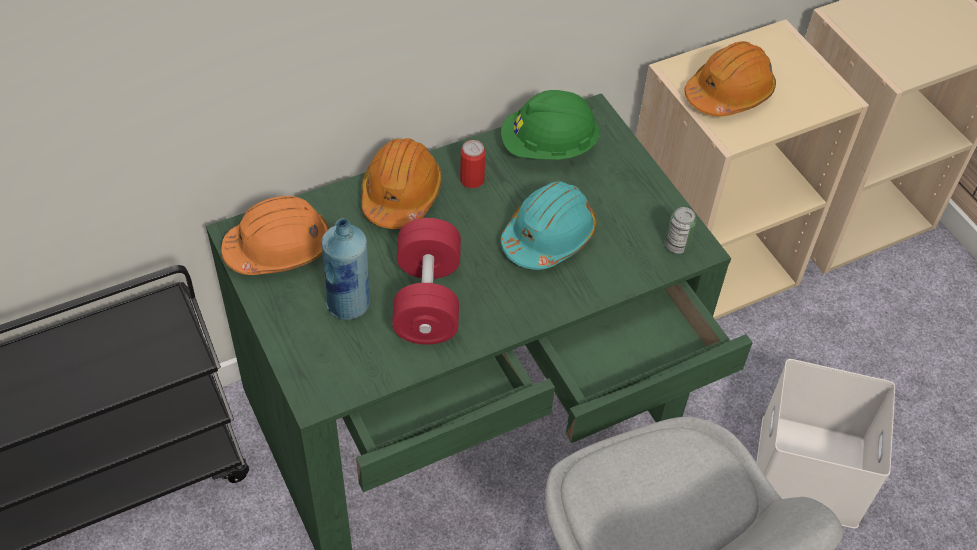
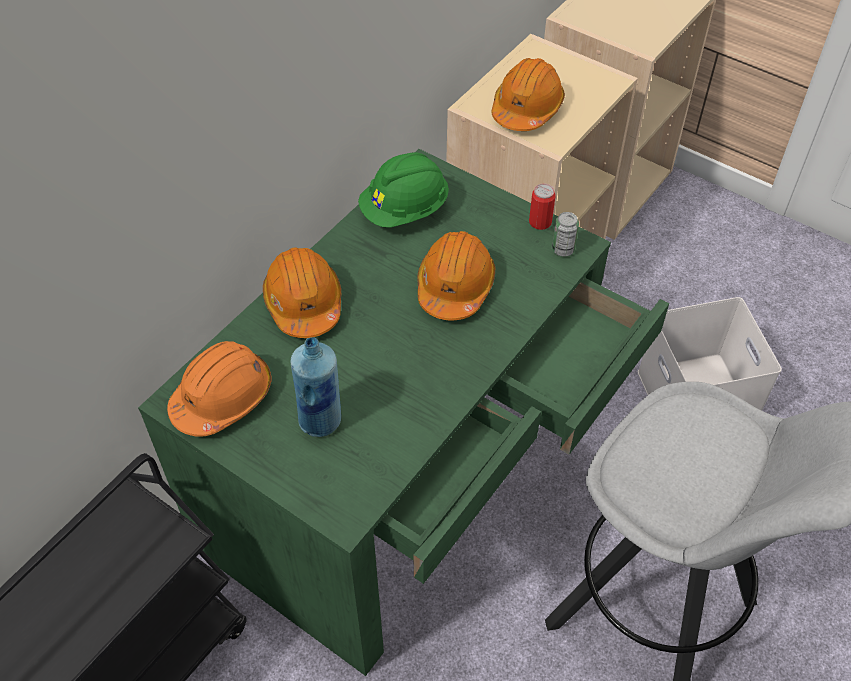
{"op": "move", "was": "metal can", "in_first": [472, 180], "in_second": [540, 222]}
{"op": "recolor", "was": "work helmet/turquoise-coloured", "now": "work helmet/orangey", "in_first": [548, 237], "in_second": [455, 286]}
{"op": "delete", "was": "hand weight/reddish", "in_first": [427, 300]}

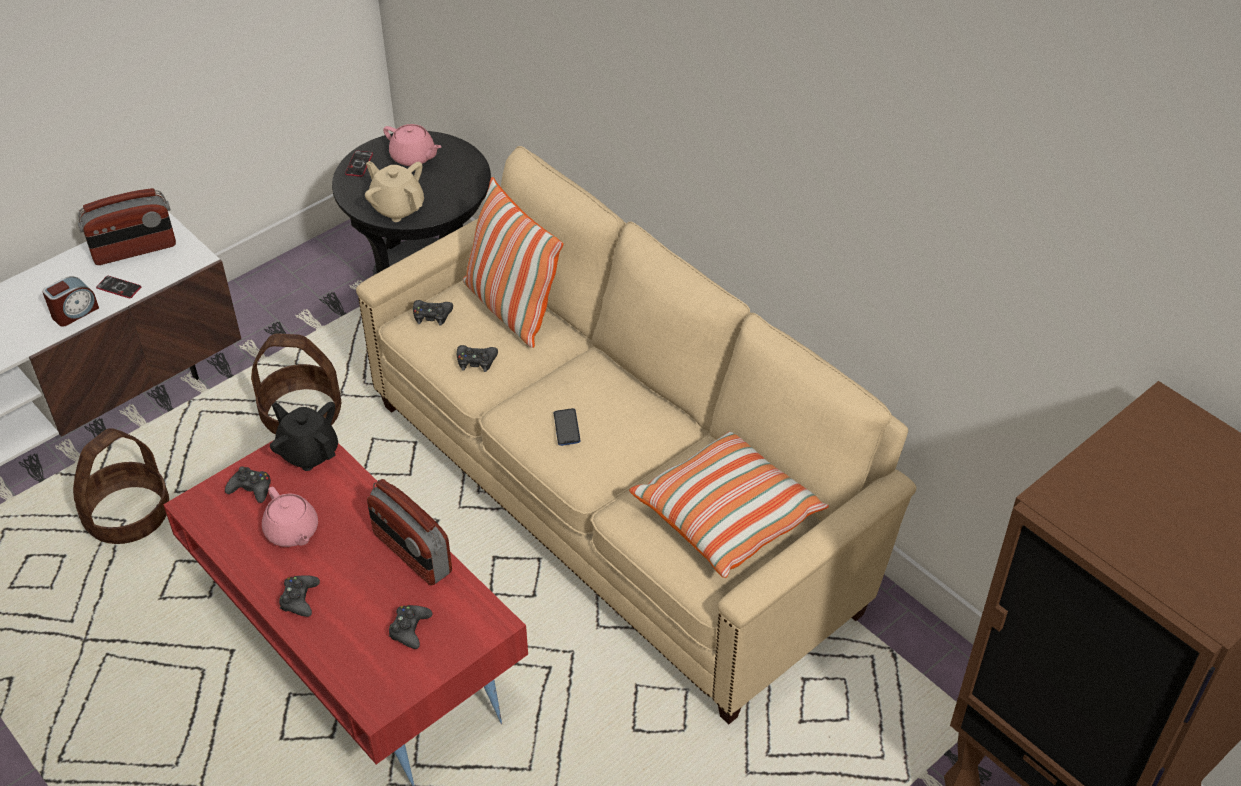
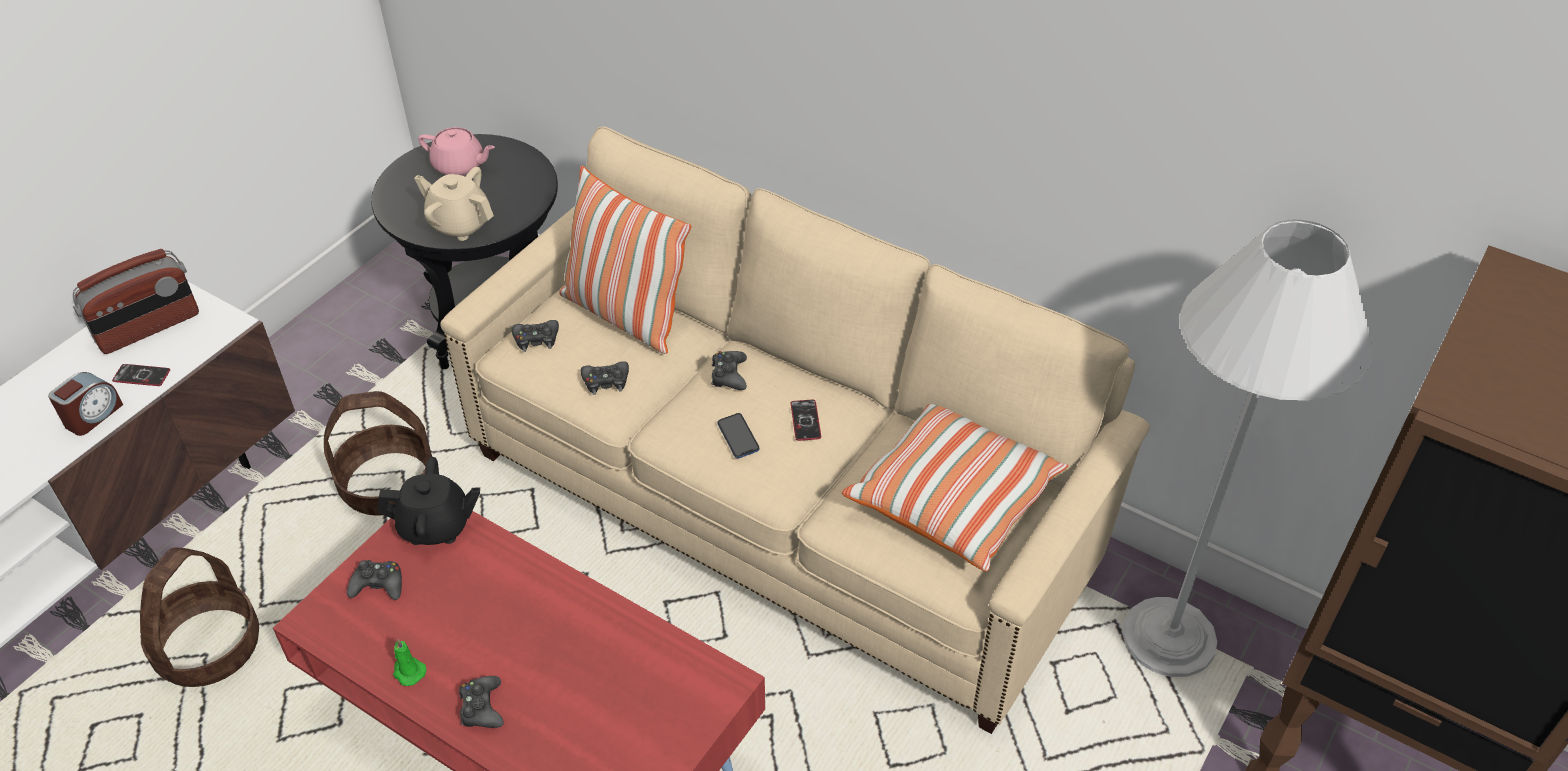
{"op": "move", "was": "handset", "in_first": [359, 164], "in_second": [805, 421]}
{"op": "rotate", "was": "pot for tea/blackish", "in_first": [309, 452], "in_second": [436, 526], "clockwise": 150}
{"op": "delete", "was": "radio set", "in_first": [411, 553]}
{"op": "delete", "was": "pot for tea/pinkish", "in_first": [292, 532]}
{"op": "move", "was": "game controller/blackish", "in_first": [410, 629], "in_second": [729, 375]}
{"op": "insert", "now": "standard lamp/white-coloured", "in_second": [1169, 638]}
{"op": "insert", "now": "wax candle/green-coloured", "in_second": [408, 671]}

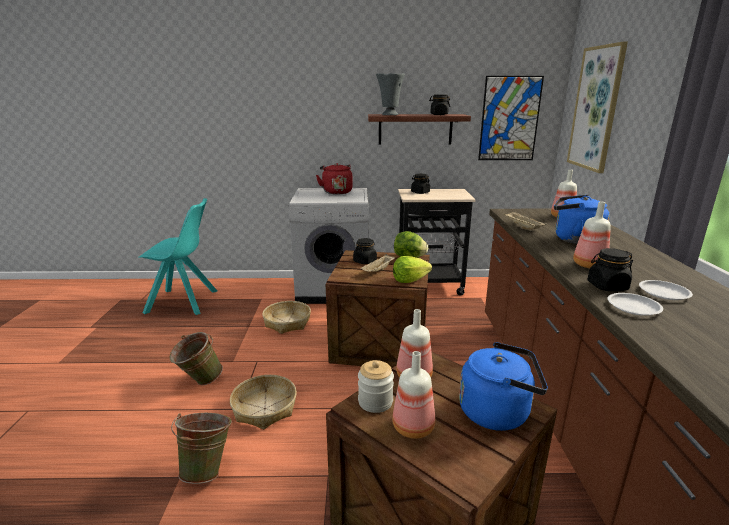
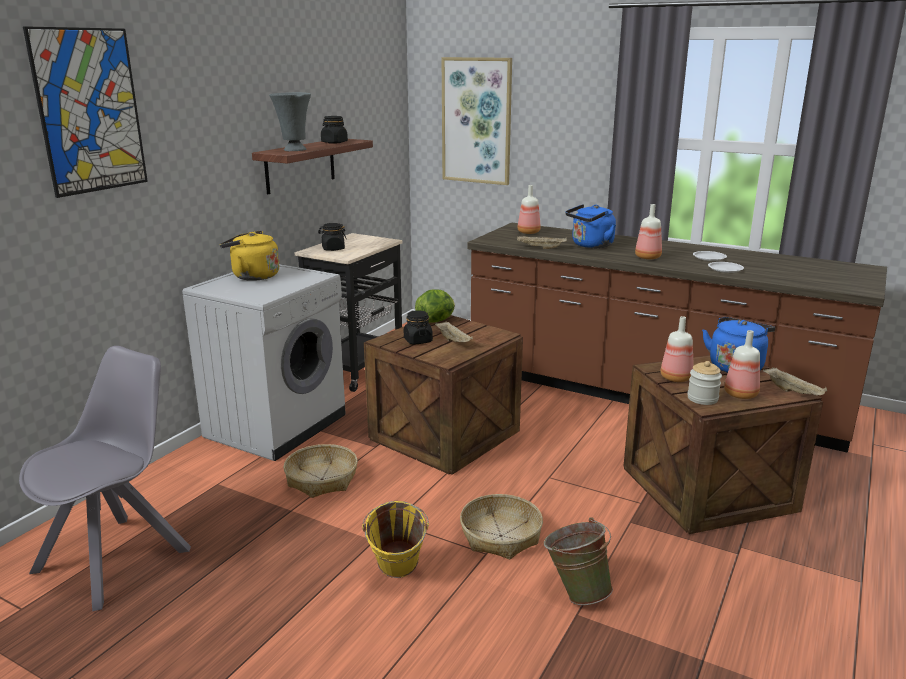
{"op": "move", "was": "wall picture", "in_first": [509, 119], "in_second": [90, 111]}
{"op": "recolor", "was": "water kettle/reddish", "now": "water kettle/yellow-coloured", "in_first": [336, 192], "in_second": [252, 276]}
{"op": "recolor", "was": "upright chair/turquoise-coloured", "now": "upright chair/gray", "in_first": [184, 302], "in_second": [116, 558]}
{"op": "delete", "was": "jar/blackish", "in_first": [607, 286]}
{"op": "delete", "was": "lettuce", "in_first": [410, 280]}
{"op": "recolor", "was": "water bucket/green-coloured", "now": "water bucket/yellow-coloured", "in_first": [199, 381], "in_second": [397, 576]}
{"op": "insert", "now": "serving tray/beige", "in_second": [793, 392]}

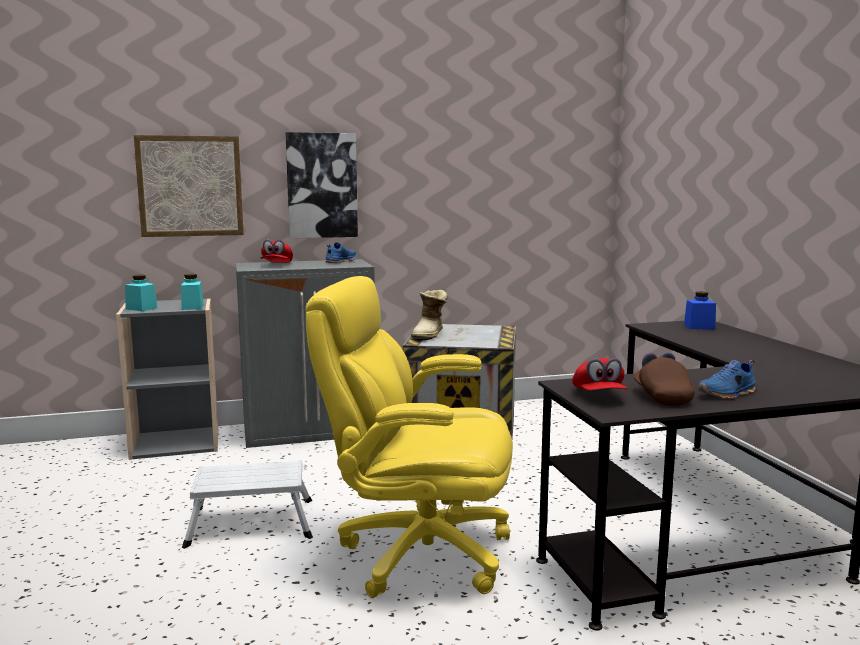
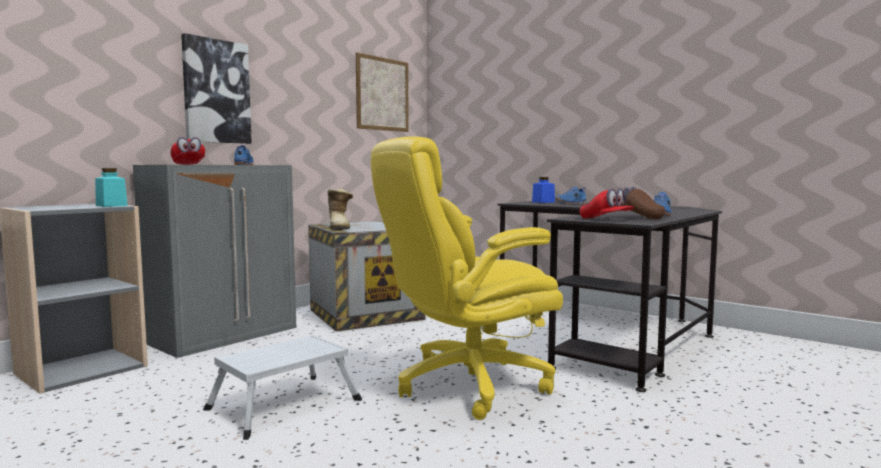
{"op": "move", "was": "wall picture", "in_first": [190, 185], "in_second": [382, 93]}
{"op": "delete", "was": "jar/turquoise-coloured", "in_first": [141, 308]}
{"op": "insert", "now": "shoe/bluish", "in_second": [571, 203]}

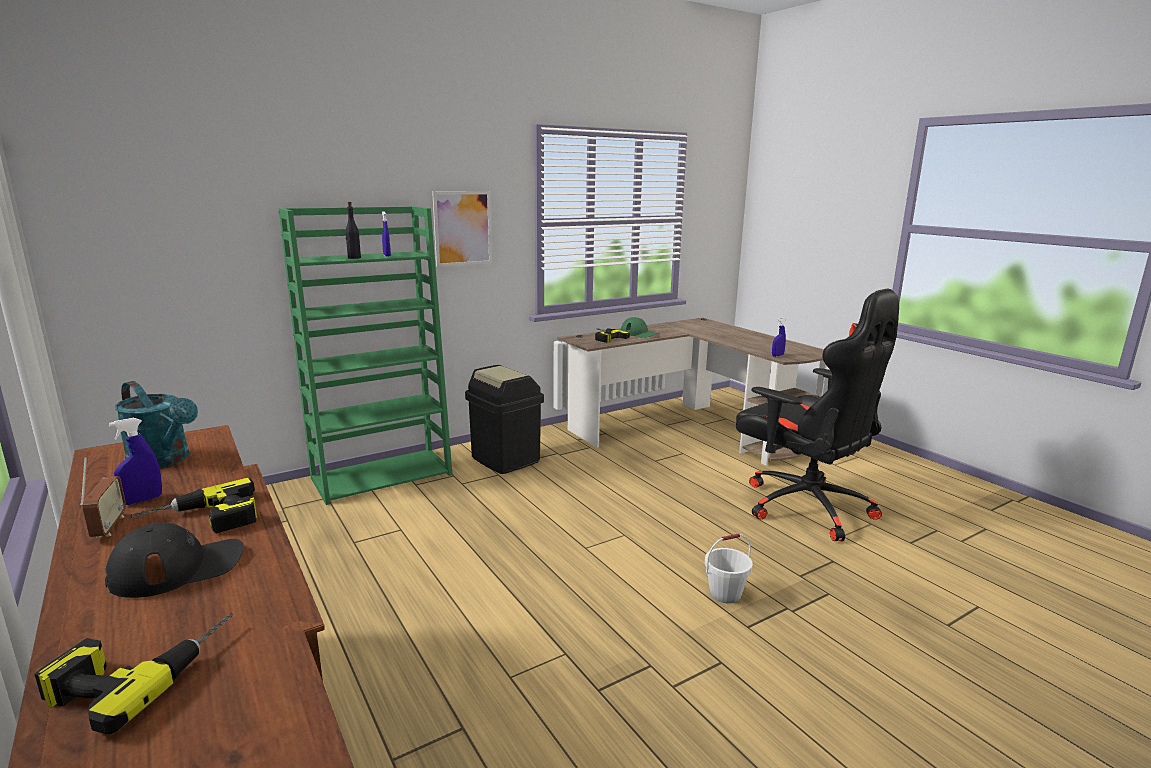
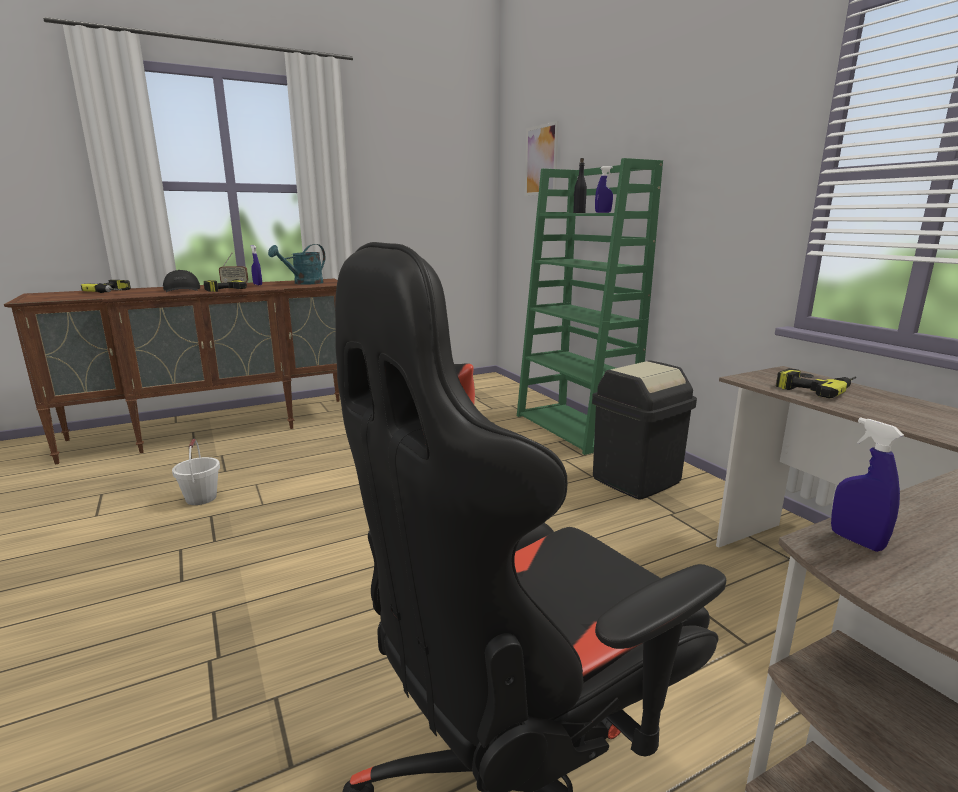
{"op": "move", "was": "wall picture", "in_first": [463, 228], "in_second": [541, 160]}
{"op": "delete", "was": "peaked cap/green-coloured", "in_first": [639, 333]}
{"op": "move", "was": "water bucket/white-coloured", "in_first": [725, 593], "in_second": [201, 498]}

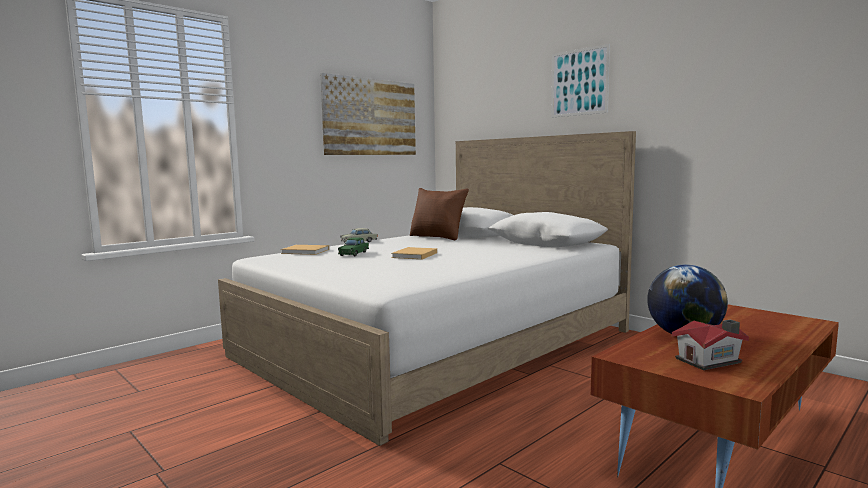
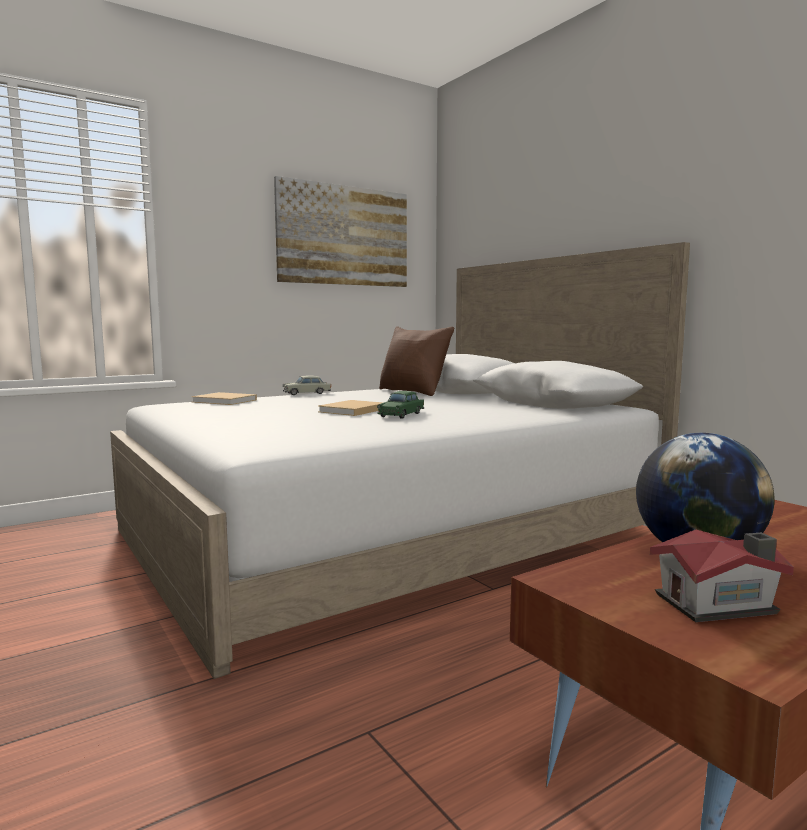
{"op": "delete", "was": "wall picture", "in_first": [579, 82]}
{"op": "move", "was": "miniature car/green-coloured", "in_first": [354, 253], "in_second": [402, 415]}

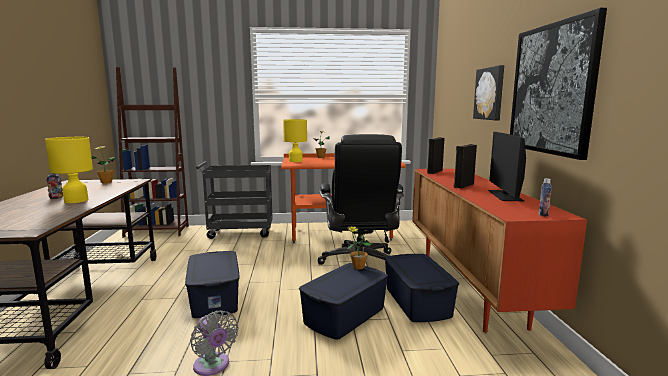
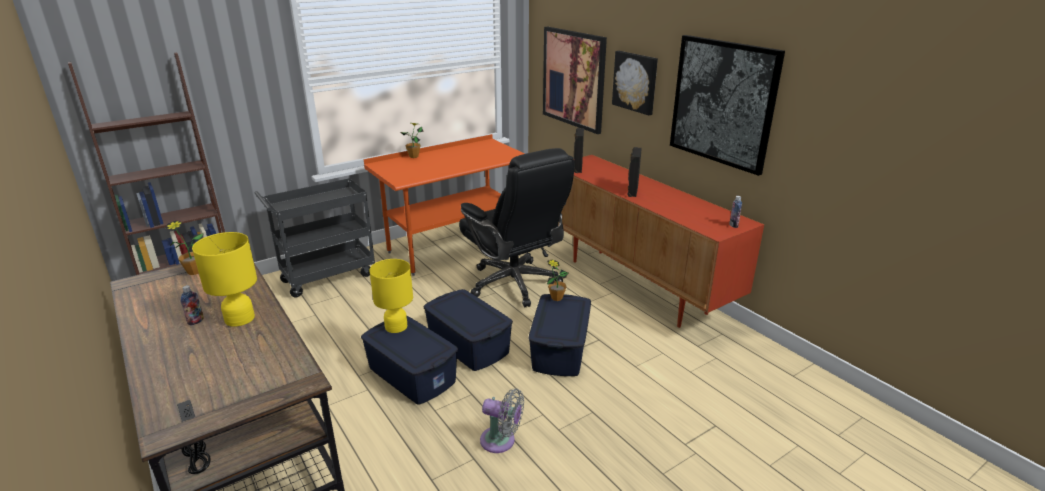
{"op": "move", "was": "tabletop lamp/yellow-coloured", "in_first": [296, 161], "in_second": [396, 326]}
{"op": "delete", "was": "monitor", "in_first": [505, 195]}
{"op": "move", "was": "storage box/bluish", "in_first": [417, 302], "in_second": [468, 345]}
{"op": "insert", "now": "wall picture", "in_second": [573, 78]}

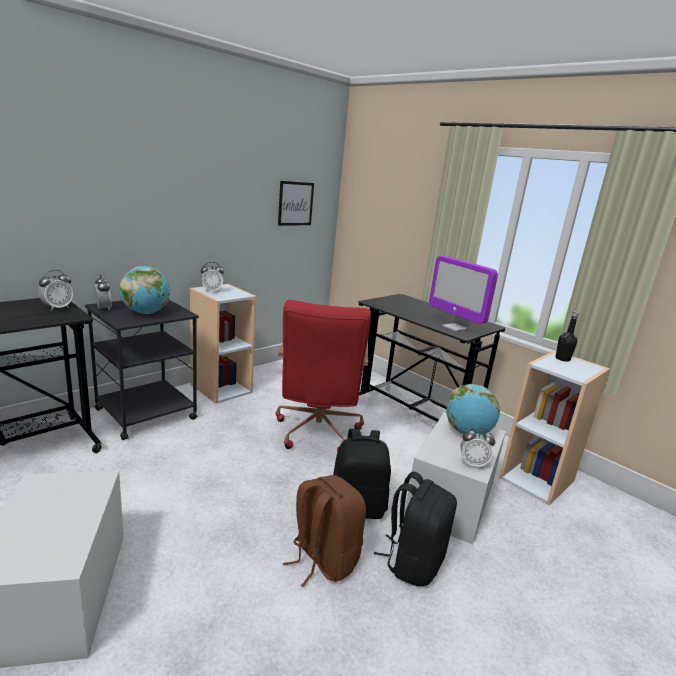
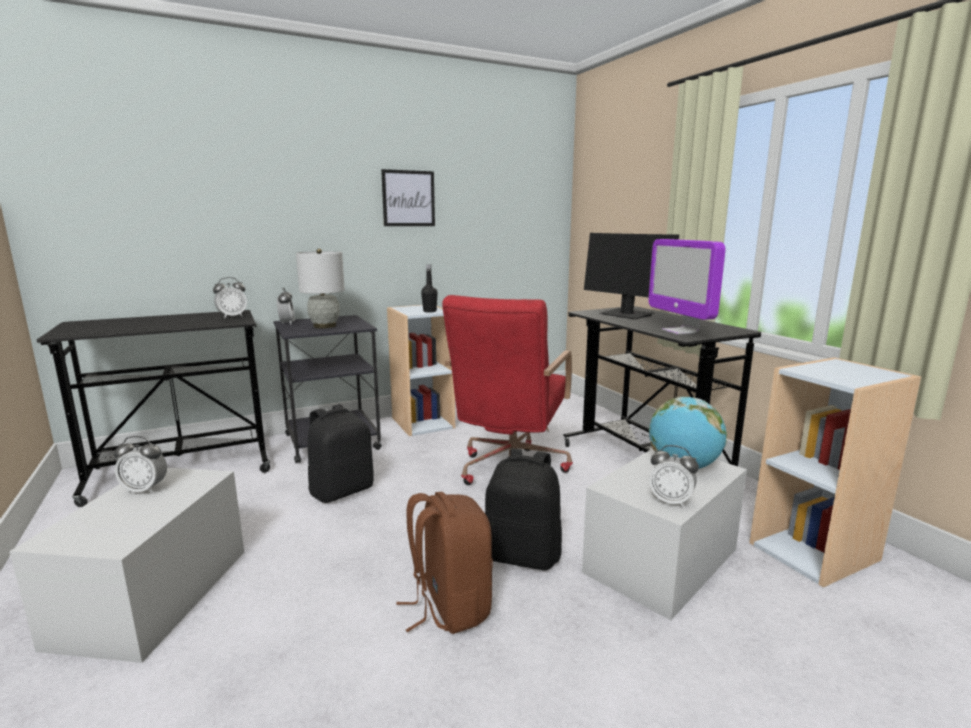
{"op": "move", "was": "wall picture", "in_first": [295, 203], "in_second": [408, 198]}
{"op": "move", "was": "alarm clock", "in_first": [212, 291], "in_second": [145, 489]}
{"op": "replace", "was": "globe", "now": "tabletop lamp/white-coloured", "in_first": [146, 312], "in_second": [325, 326]}
{"op": "move", "was": "bottle/blackish", "in_first": [562, 359], "in_second": [429, 311]}
{"op": "move", "was": "rucksack/blackish", "in_first": [413, 562], "in_second": [342, 490]}
{"op": "insert", "now": "monitor", "in_second": [626, 315]}

